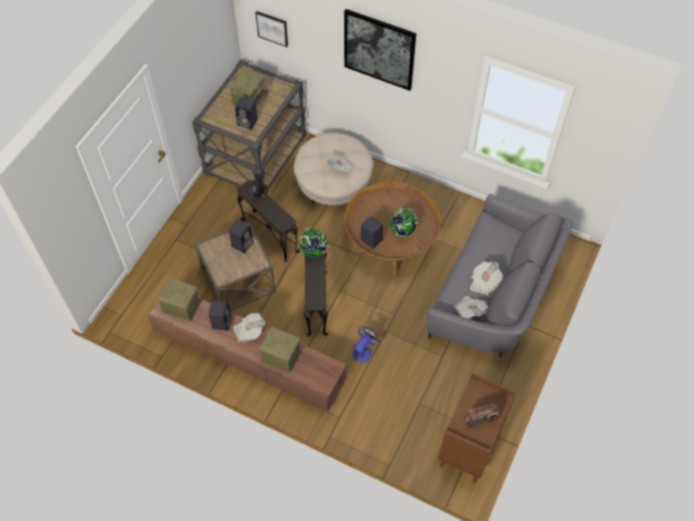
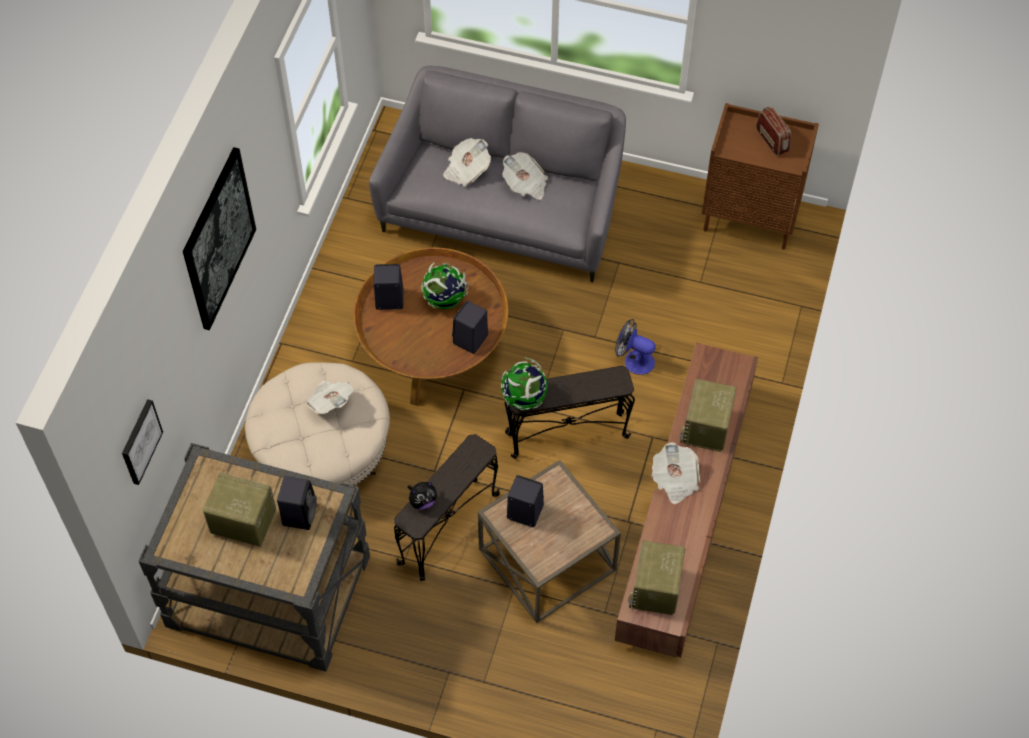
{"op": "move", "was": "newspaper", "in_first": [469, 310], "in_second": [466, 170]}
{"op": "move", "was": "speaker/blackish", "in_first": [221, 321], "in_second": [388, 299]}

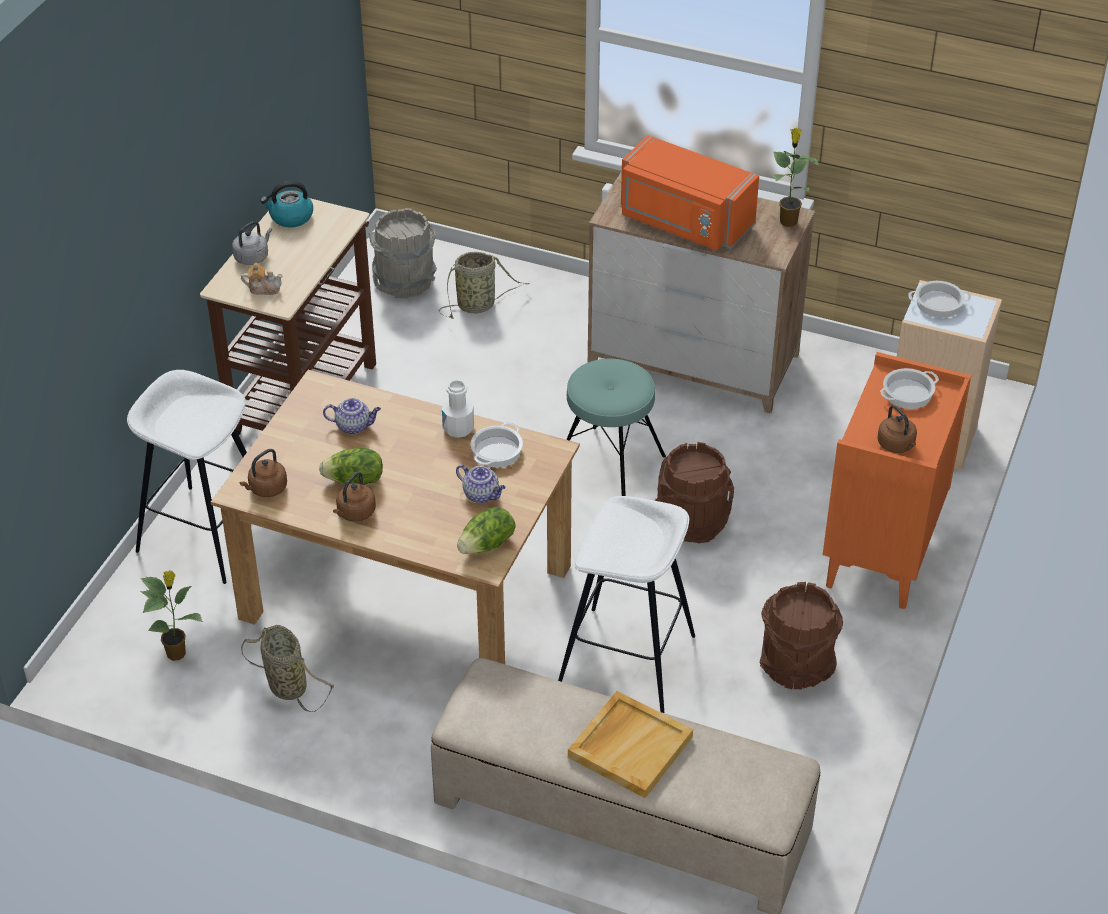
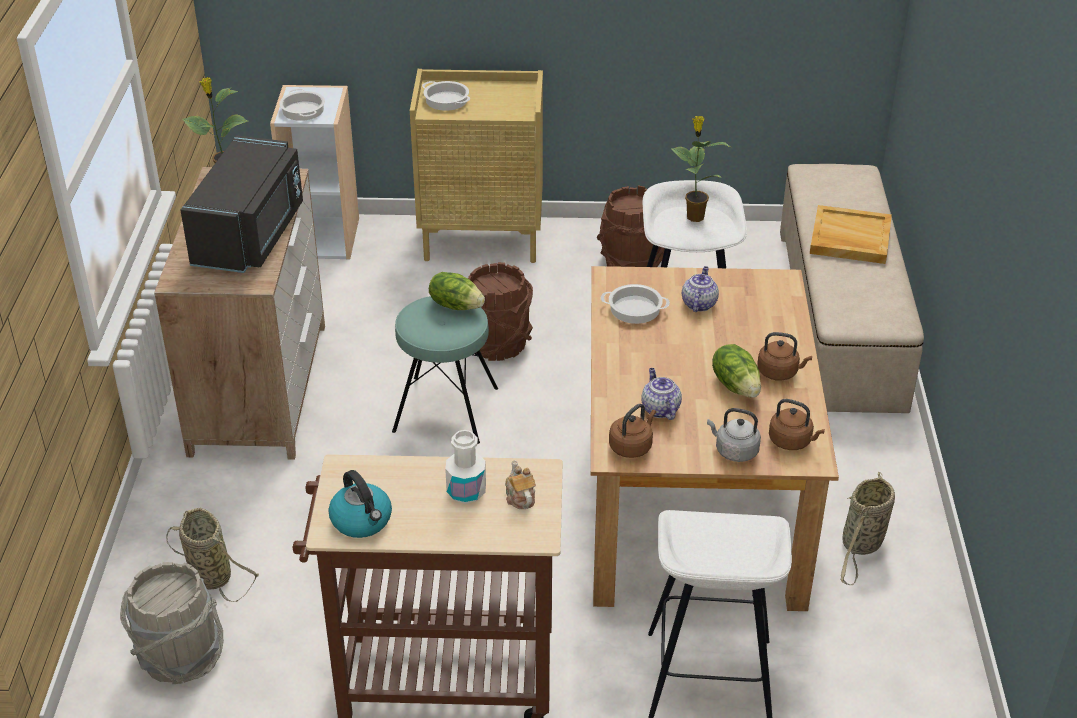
{"op": "recolor", "was": "microwave/orangey", "now": "microwave/blackish", "in_first": [683, 222], "in_second": [251, 235]}
{"op": "move", "was": "water kettle/gray", "in_first": [253, 257], "in_second": [734, 451]}
{"op": "recolor", "was": "storage cabinet/orangey", "now": "storage cabinet/beige", "in_first": [881, 555], "in_second": [482, 242]}
{"op": "move", "was": "bottle/white-coloured", "in_first": [458, 428], "in_second": [466, 491]}
{"op": "move", "was": "water kettle/brownish", "in_first": [897, 445], "in_second": [632, 446]}
{"op": "move", "was": "lettuce", "in_first": [487, 545], "in_second": [456, 305]}
{"op": "move", "was": "plant in a pot", "in_first": [177, 653], "in_second": [694, 216]}

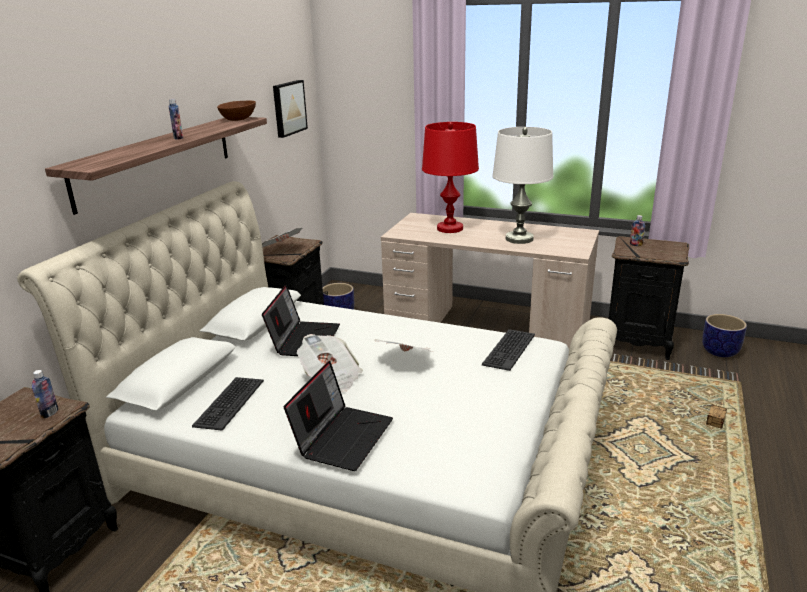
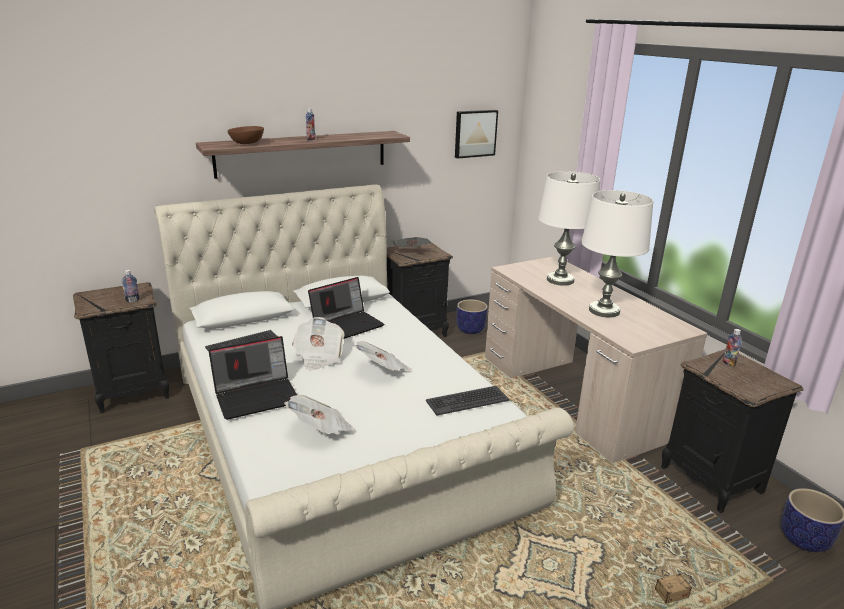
{"op": "move", "was": "bowl/brownish", "in_first": [238, 119], "in_second": [247, 143]}
{"op": "recolor", "was": "tabletop lamp/reddish", "now": "tabletop lamp/white-coloured", "in_first": [449, 228], "in_second": [560, 280]}
{"op": "insert", "now": "newspaper", "in_second": [321, 430]}

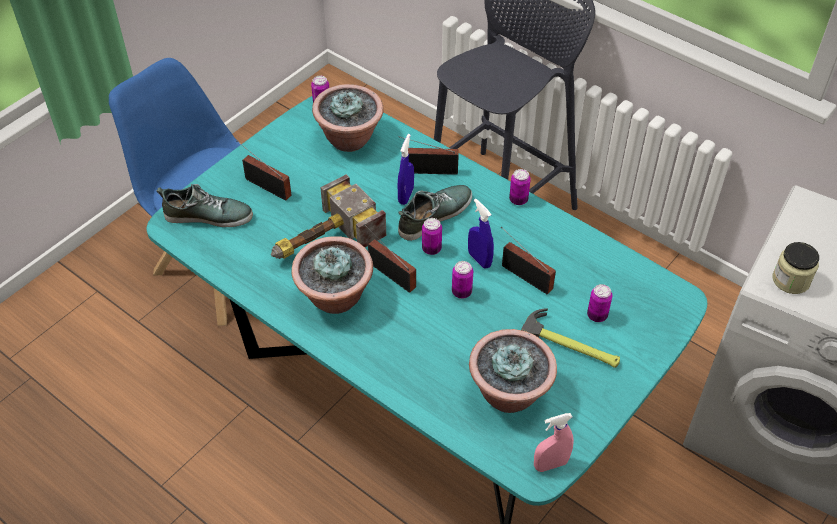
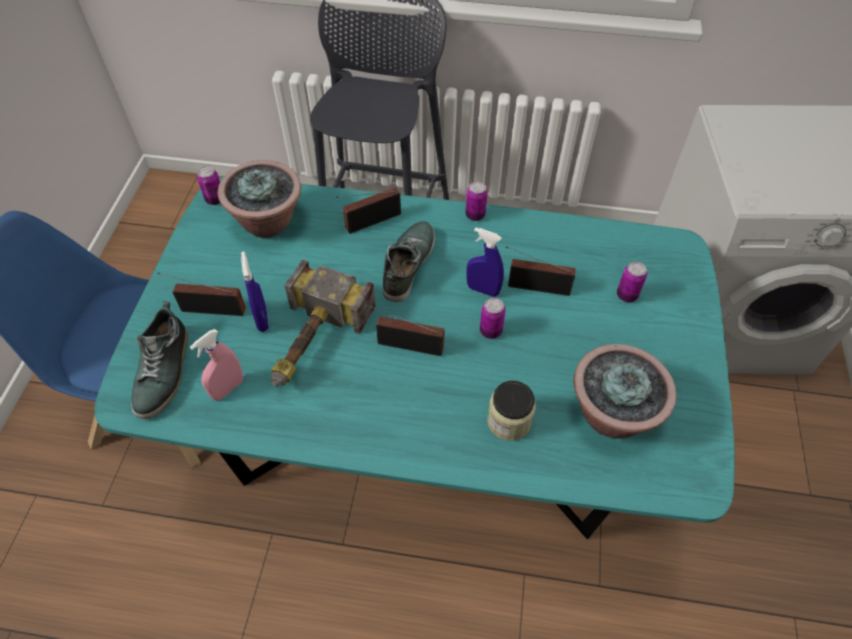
{"op": "move", "was": "spray bottle/bluish", "in_first": [406, 196], "in_second": [262, 319]}
{"op": "rotate", "was": "shoe", "in_first": [208, 215], "in_second": [164, 371], "clockwise": 120}
{"op": "delete", "was": "metal can", "in_first": [431, 249]}
{"op": "delete", "was": "plant in a pot", "in_first": [335, 298]}
{"op": "move", "was": "jar", "in_first": [791, 280], "in_second": [509, 421]}
{"op": "delete", "was": "tool hammer", "in_first": [570, 347]}
{"op": "move", "was": "spray bottle/pinkish", "in_first": [550, 464], "in_second": [228, 388]}

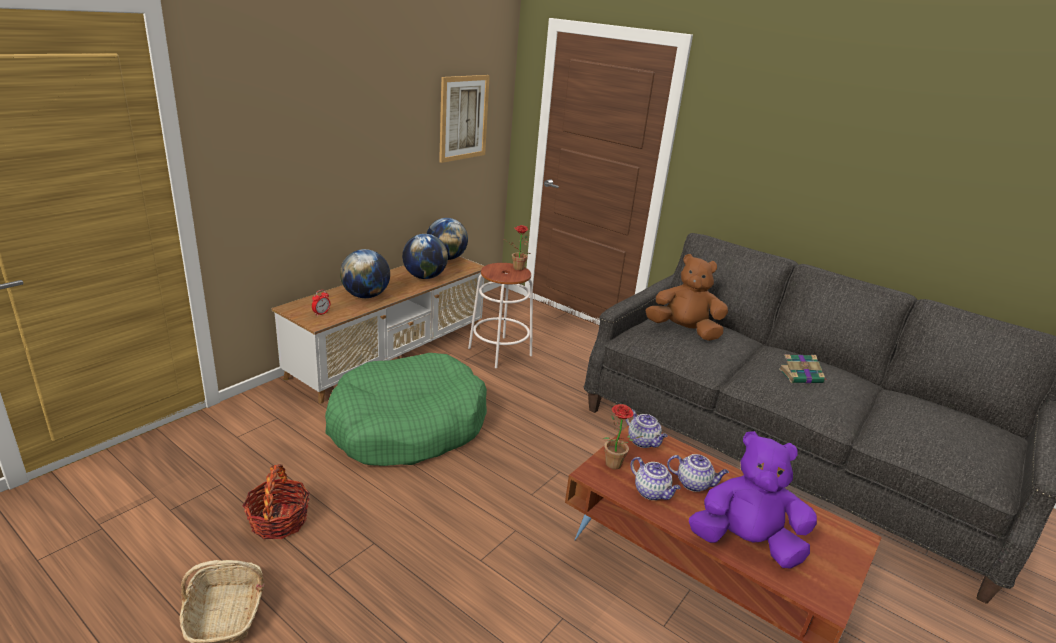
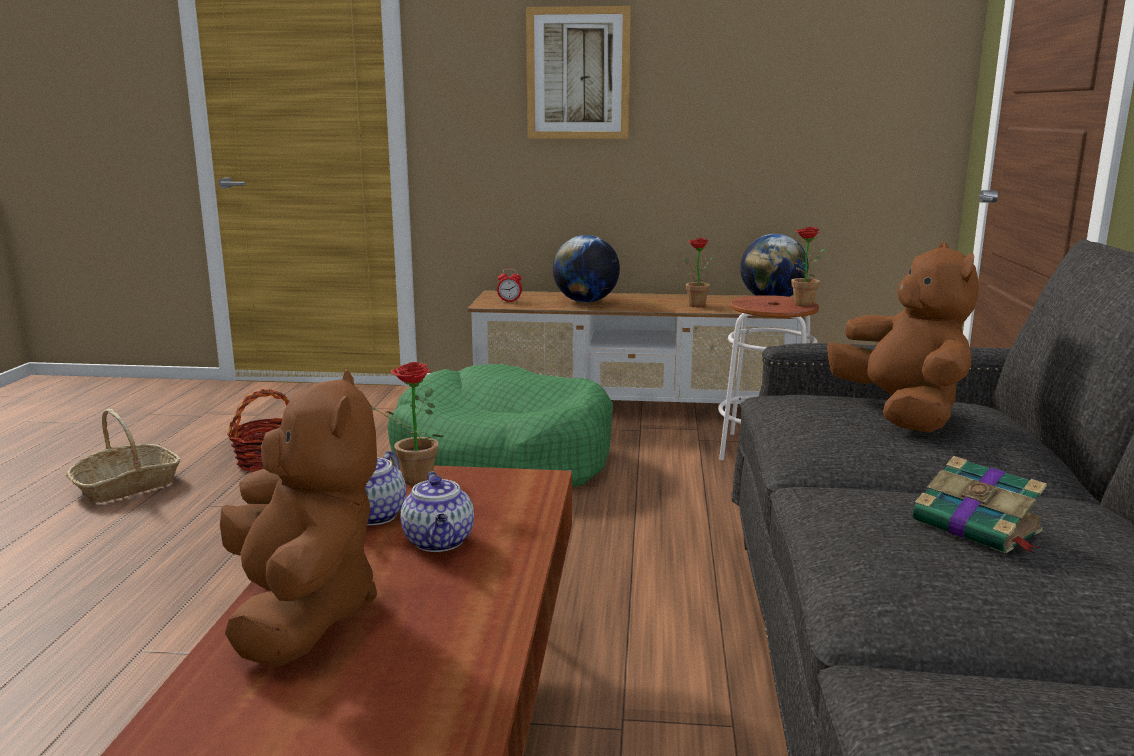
{"op": "move", "was": "wall picture", "in_first": [463, 118], "in_second": [578, 74]}
{"op": "replace", "was": "globe", "now": "plant in a pot", "in_first": [424, 277], "in_second": [693, 305]}
{"op": "delete", "was": "pot for tea", "in_first": [643, 442]}
{"op": "recolor", "was": "plush toy/purple", "now": "plush toy/brownish", "in_first": [745, 543], "in_second": [302, 613]}

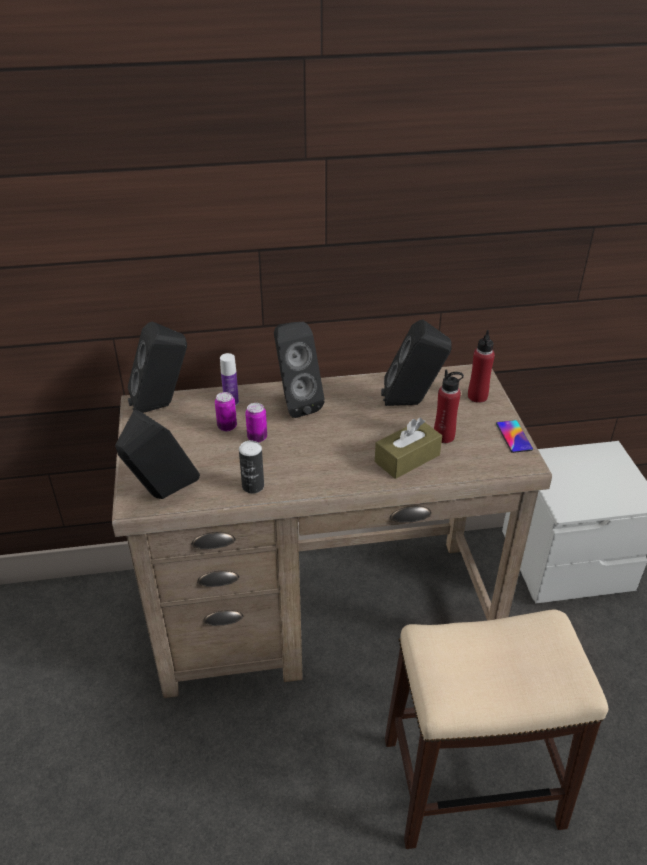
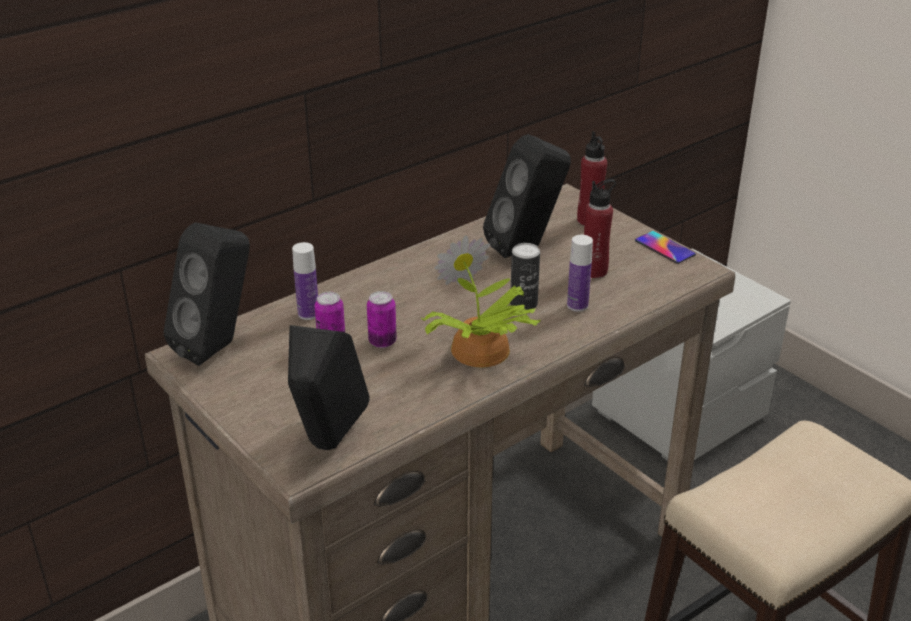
{"op": "delete", "was": "speaker/blackish", "in_first": [295, 404]}
{"op": "replace", "was": "tissue holder/brownish", "now": "bottle", "in_first": [407, 458], "in_second": [577, 305]}
{"op": "move", "was": "metal can", "in_first": [253, 486], "in_second": [523, 303]}
{"op": "insert", "now": "plant in a pot", "in_second": [479, 352]}

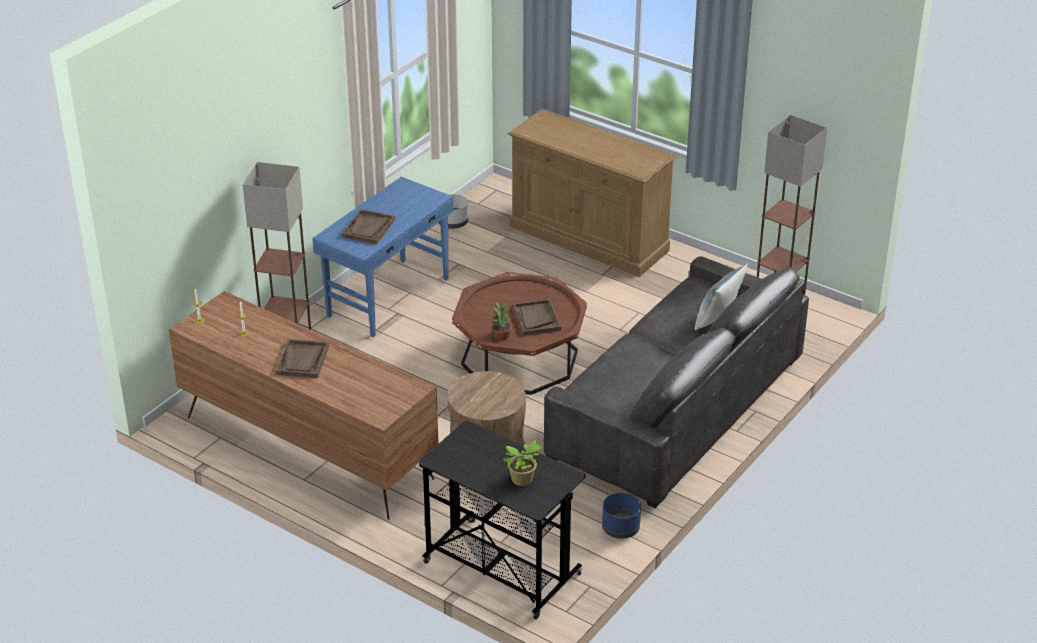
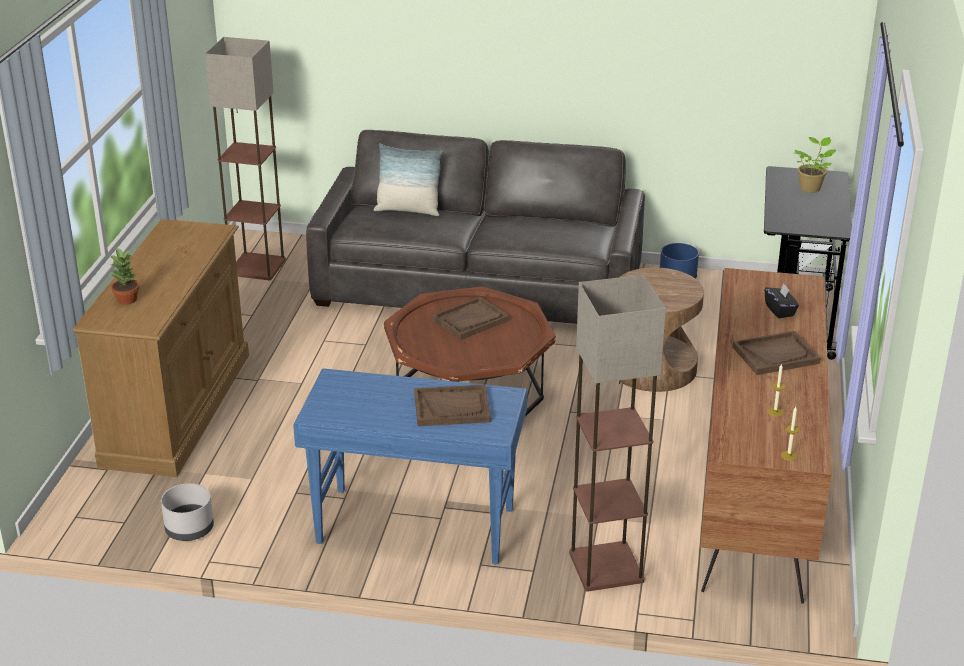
{"op": "move", "was": "plant in a pot", "in_first": [502, 336], "in_second": [127, 299]}
{"op": "insert", "now": "tissue holder/blackish", "in_second": [780, 310]}

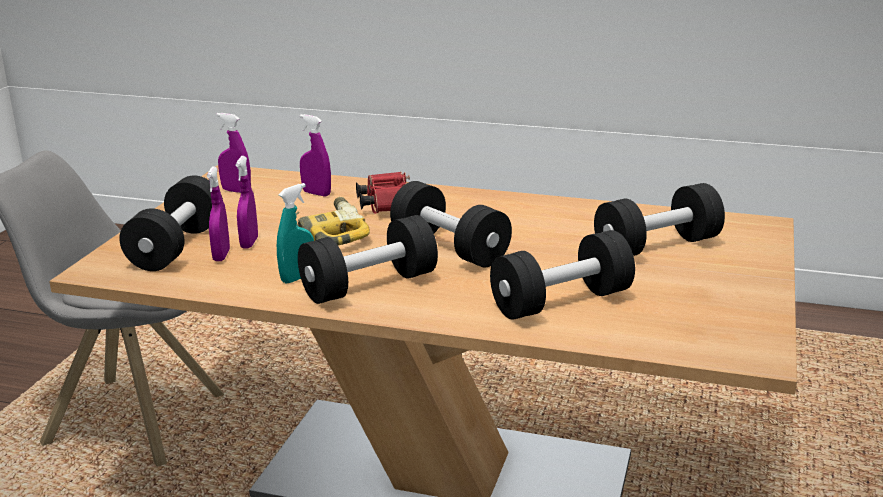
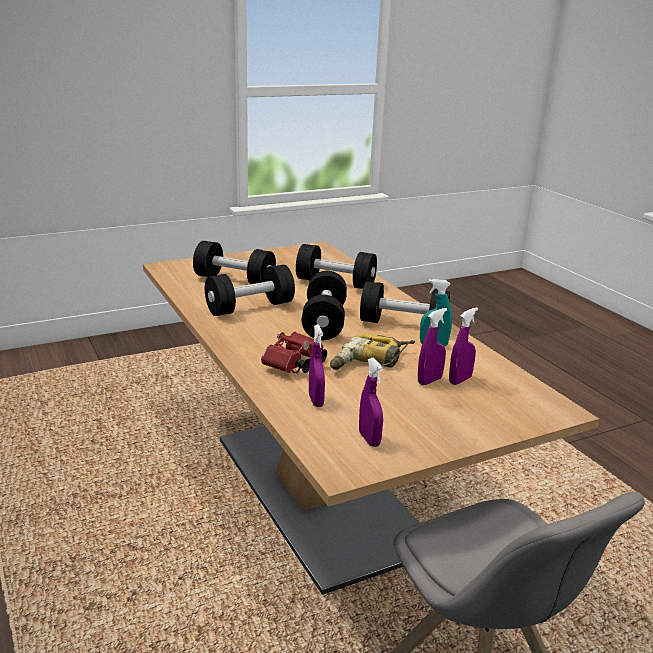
{"op": "move", "was": "hand weight/blackish", "in_first": [177, 247], "in_second": [250, 307]}

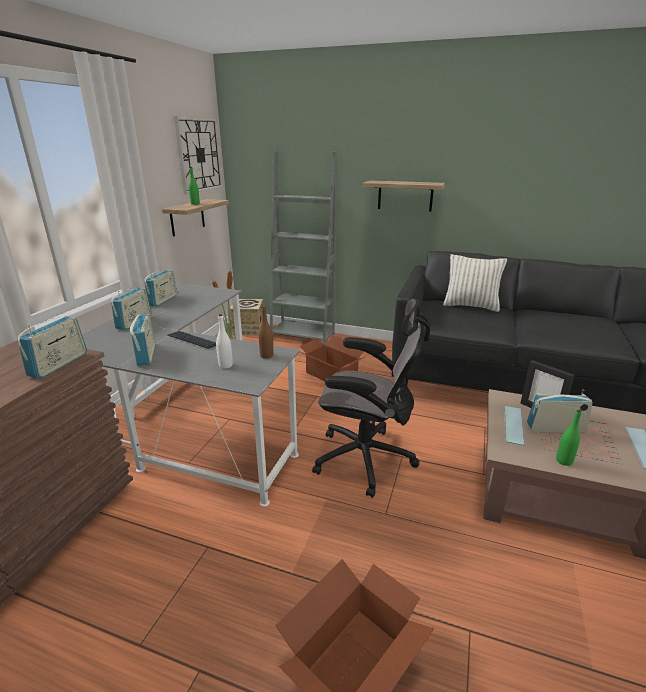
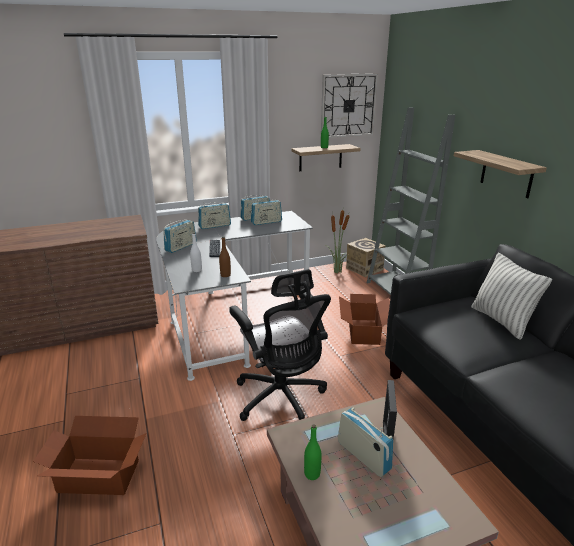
{"op": "move", "was": "radio set", "in_first": [59, 365], "in_second": [266, 222]}

